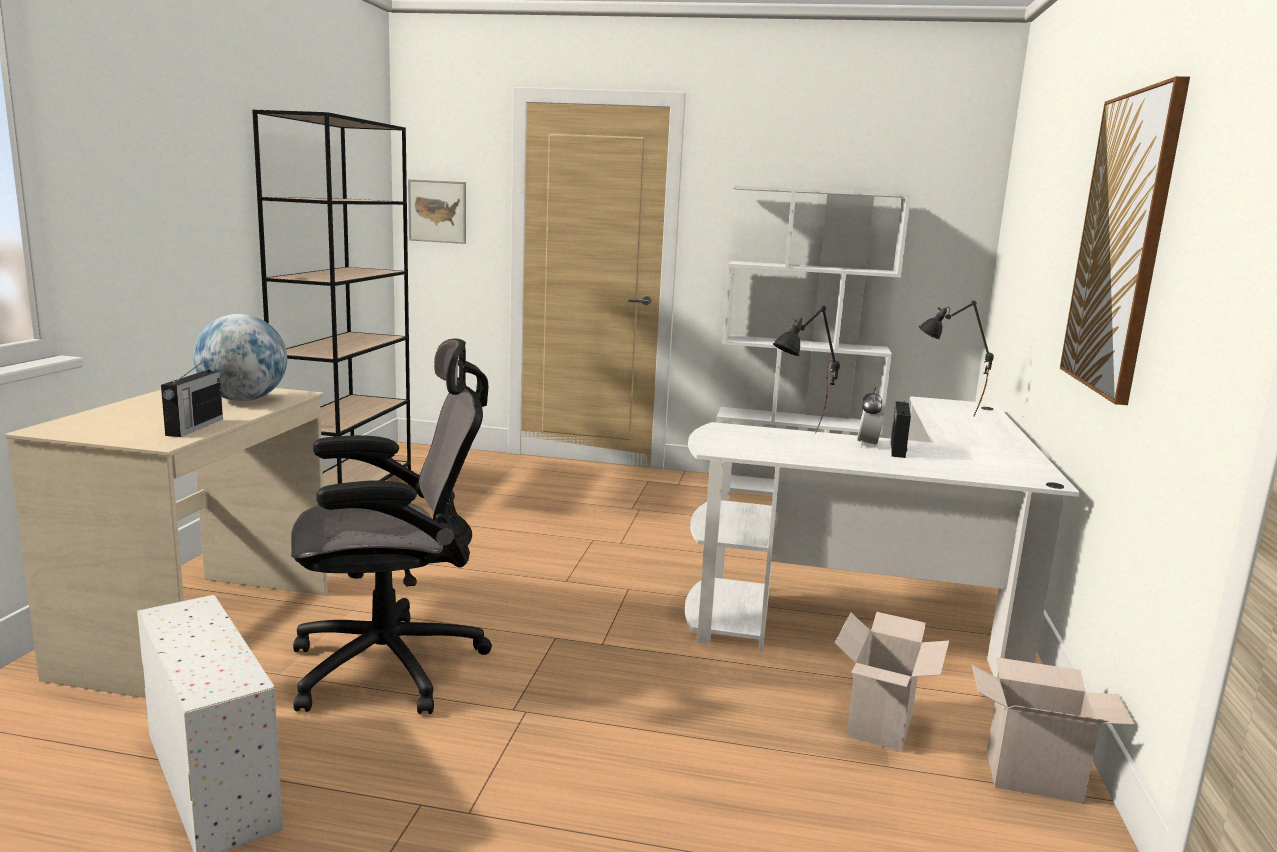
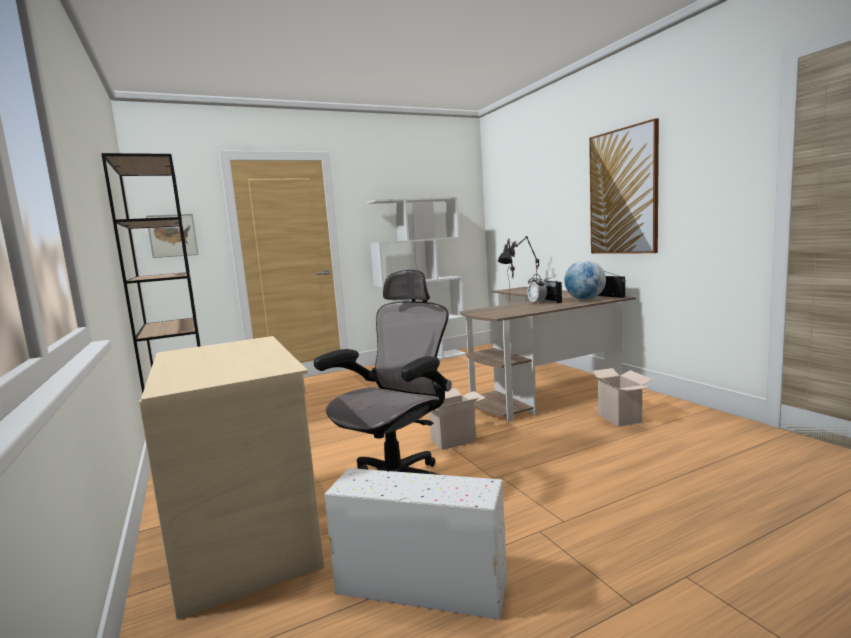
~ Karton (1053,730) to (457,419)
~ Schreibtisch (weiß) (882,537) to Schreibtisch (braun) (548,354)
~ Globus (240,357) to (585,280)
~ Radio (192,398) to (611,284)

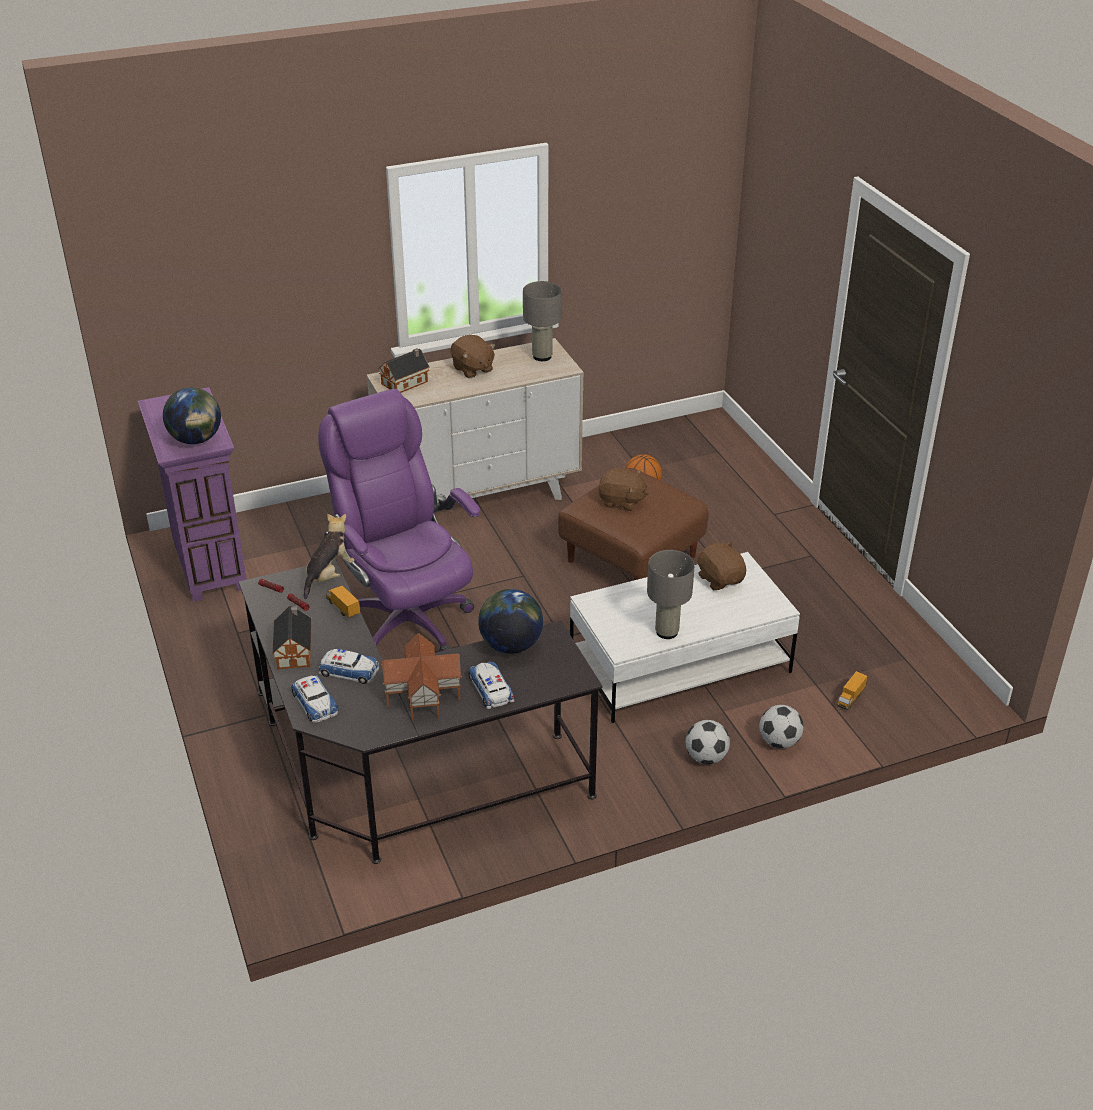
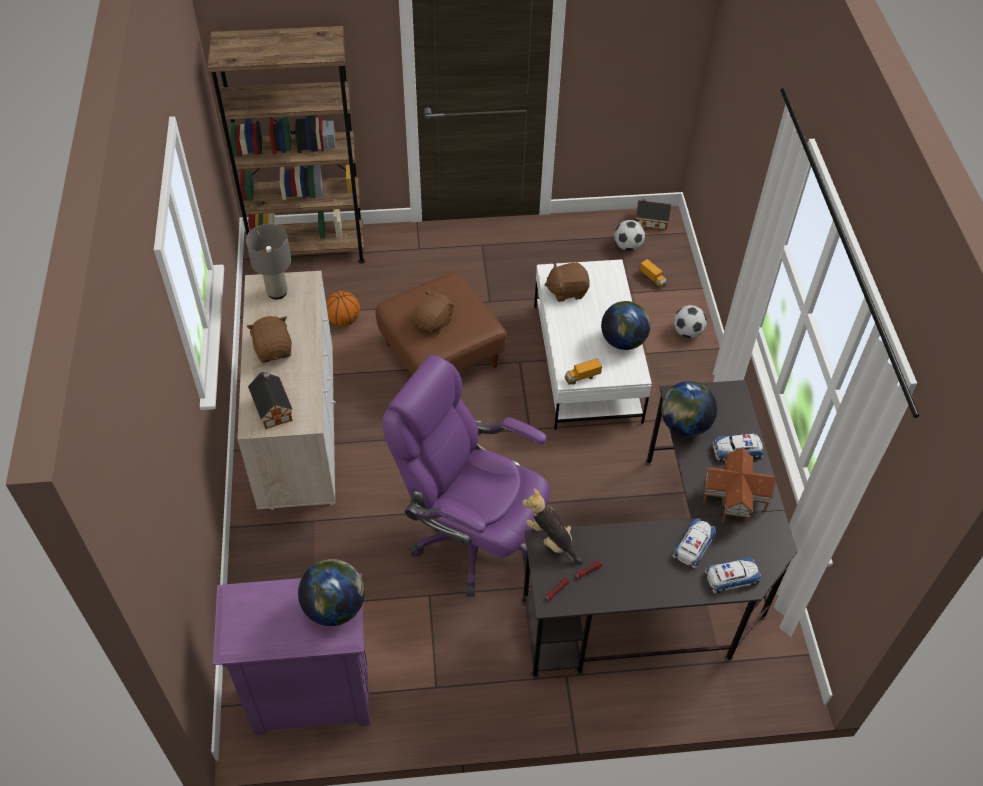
+ Bücherregal (braun) (286,148)
~ Plüschtier (braun) (473,356) = (269,339) 90 degrees counterclockwise
~ Bürostuhl (lila) (399,520) = (466,476) 45 degrees clockwise
~ Spielzeuglaster (343,601) to (583,371)
~ Tischlampe (grau) (670,594) to Globus (626,325)
~ Fußball (708,742) to (629,235)
~ Spielzeughaus (291,638) to (653,213)

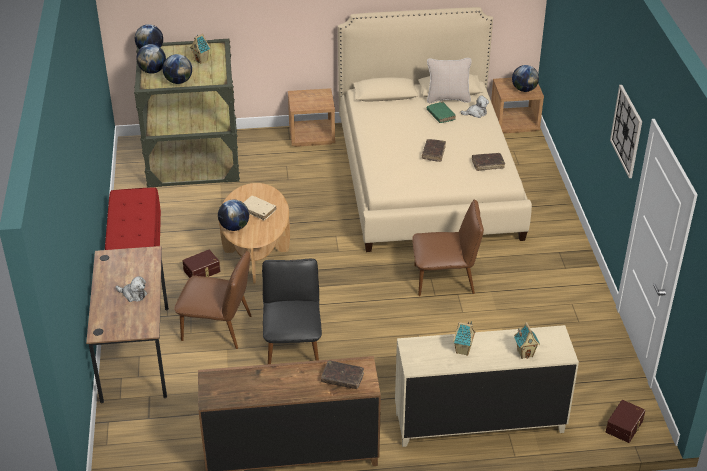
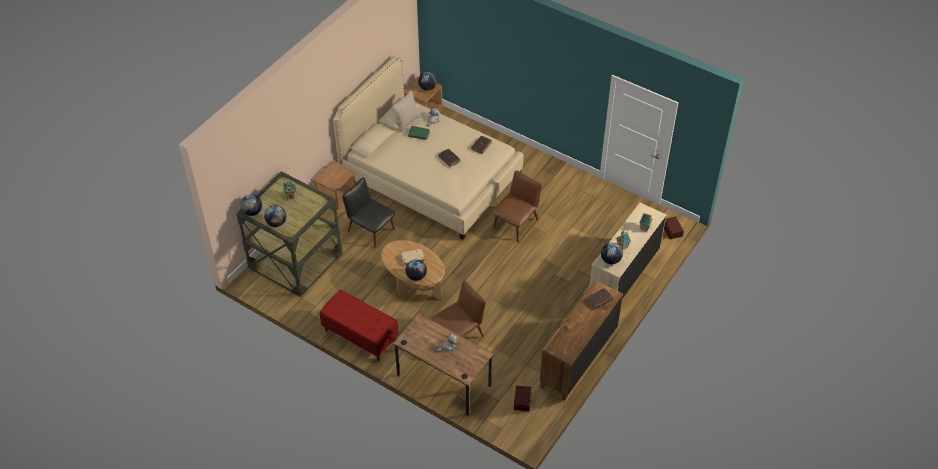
~ Stuhl (schwarz) (292,311) to (368,213)
~ Aufbewahrungsbox (braun) (201,264) to (523,398)
~ Globus (177,69) to (612,253)
- Wanduhr (626,131)

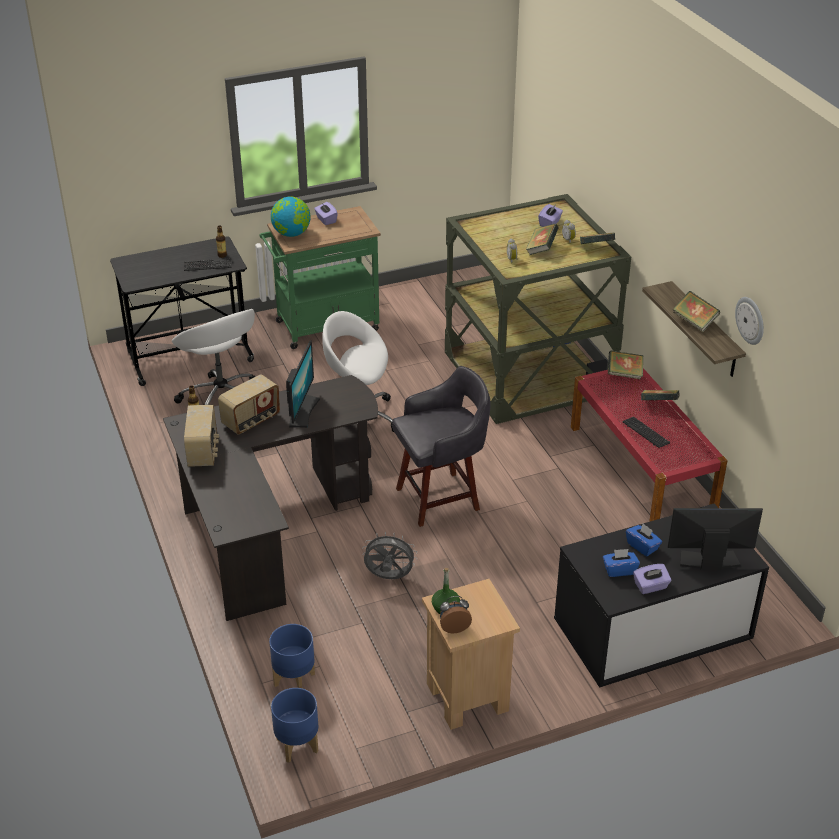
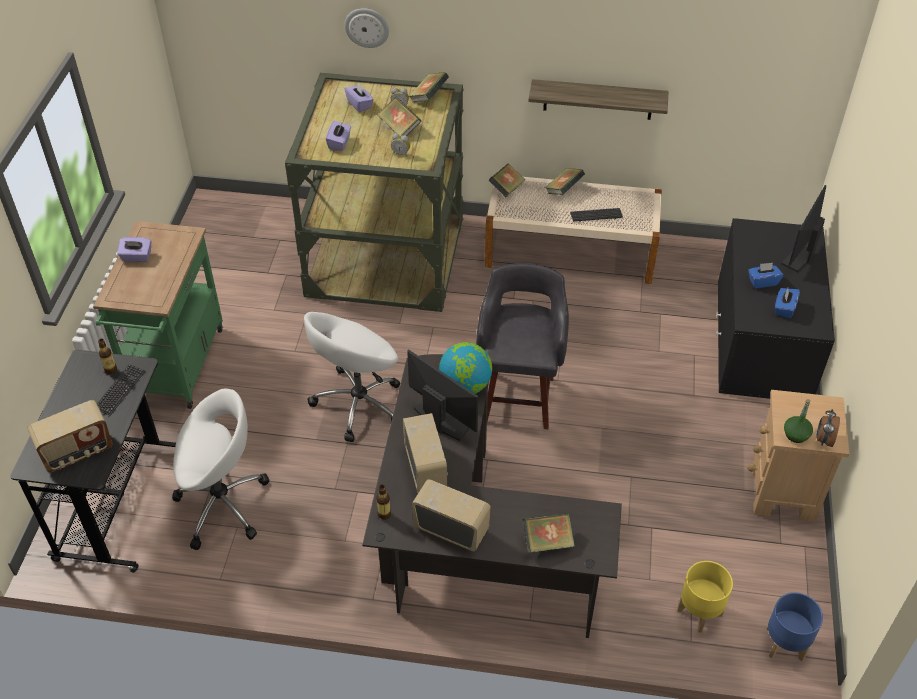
+ Radio (70,436)
~ Taschentuchbox (lila) (652,579) to (338,136)
~ Wanduhr (749,321) to (367,28)
~ Globus (291,217) to (465,368)
~ Bank (rot) (649,445) to Bank (beige) (573,230)
~ Buch (696,311) to (548,533)
~ Pflanzkübel (blau) (292,656) to Pflanzkübel (gelb) (705,597)
- Ventilator (grau) (389,555)

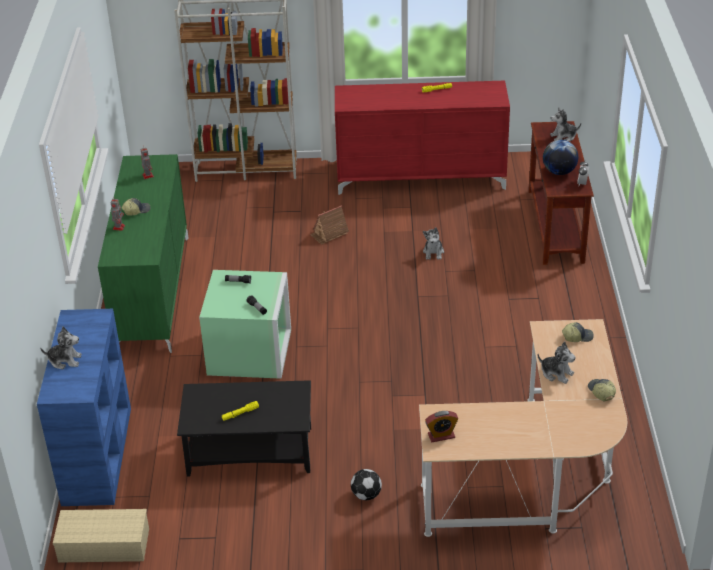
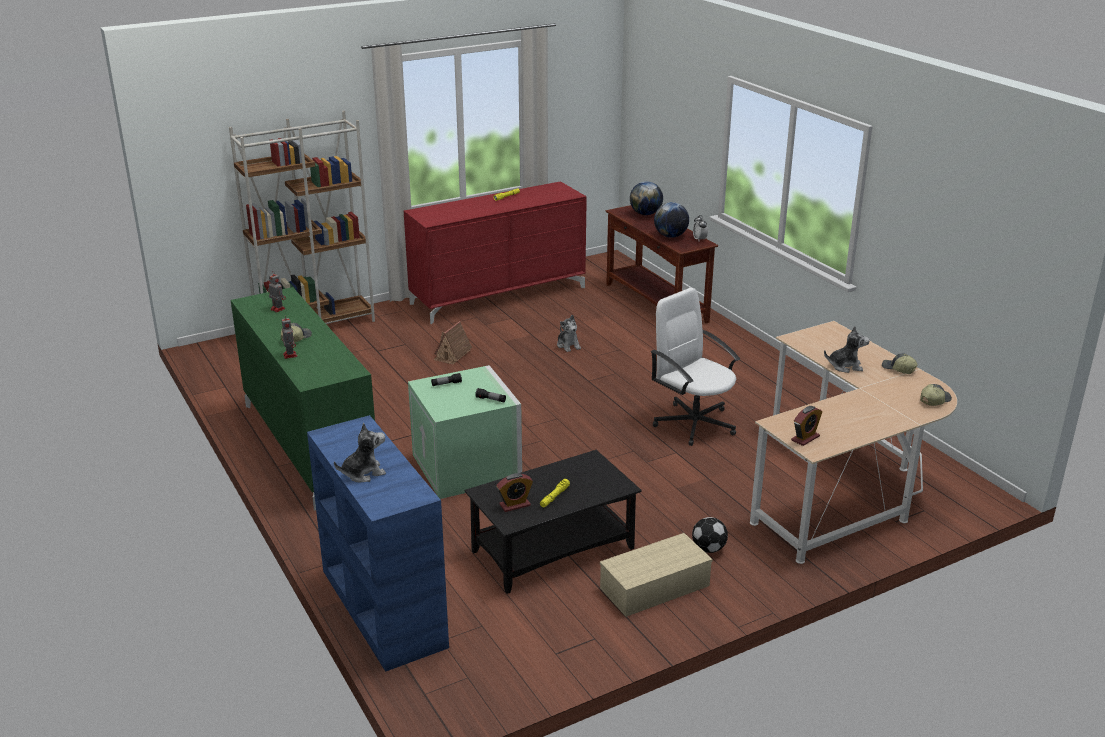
+ Wecker (514,492)
~ Aufbewahrungsbox (beige) (101,536) to (656,575)
~ Plüschtier (565,124) to Globus (646,198)
+ Bürostuhl (weiß) (695,367)
~ Kappe (578,332) to (936,395)

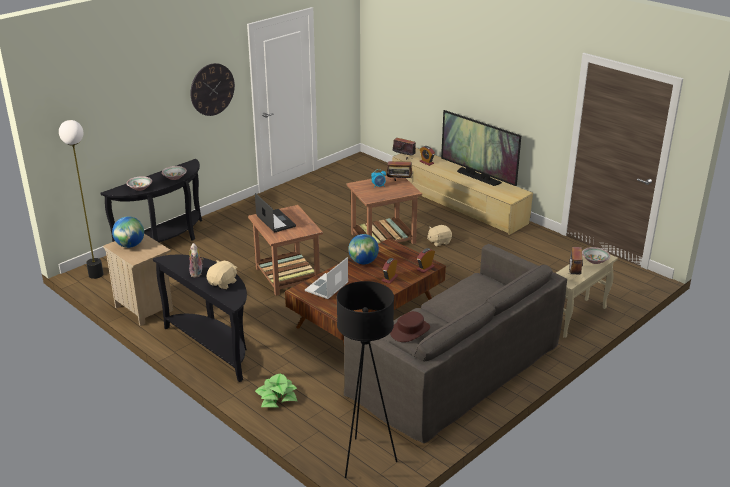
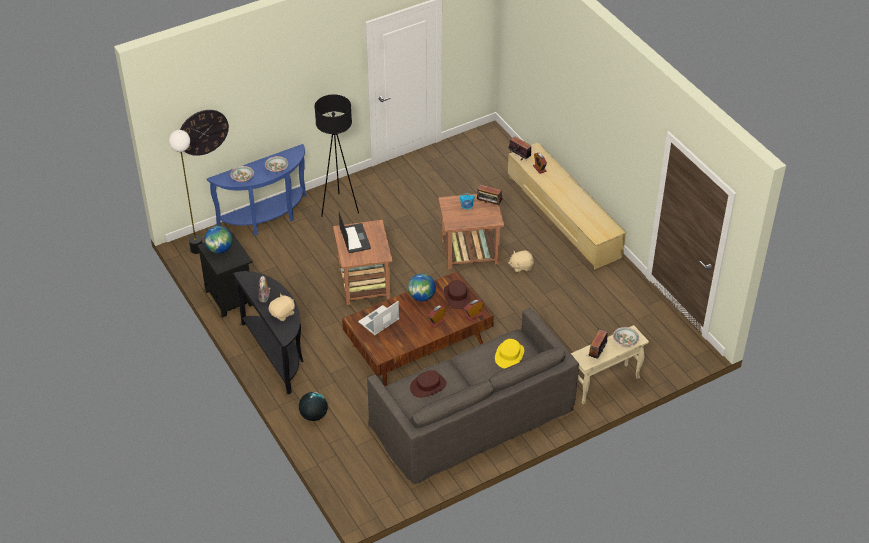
~ Wanduhr (213,89) to (204,133)
~ Nachttisch (beige) (138,280) to Nachttisch (schwarz) (225,275)
~ Konsolentisch (schwarz) (151,200) to Konsolentisch (blau) (257,189)
~ Topfpflanze (276,391) to Globus (313,406)
~ Stehlampe (schwarz) (367,379) to (336,155)
+ Hut (braun) (457,294)
+ Hut (gelb) (509,354)
- Fernseher (481,148)

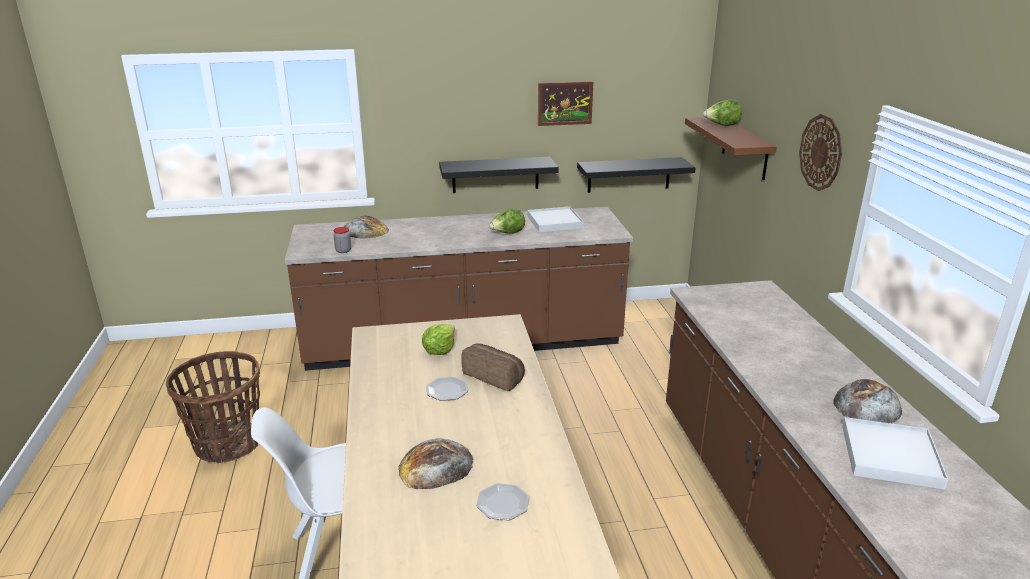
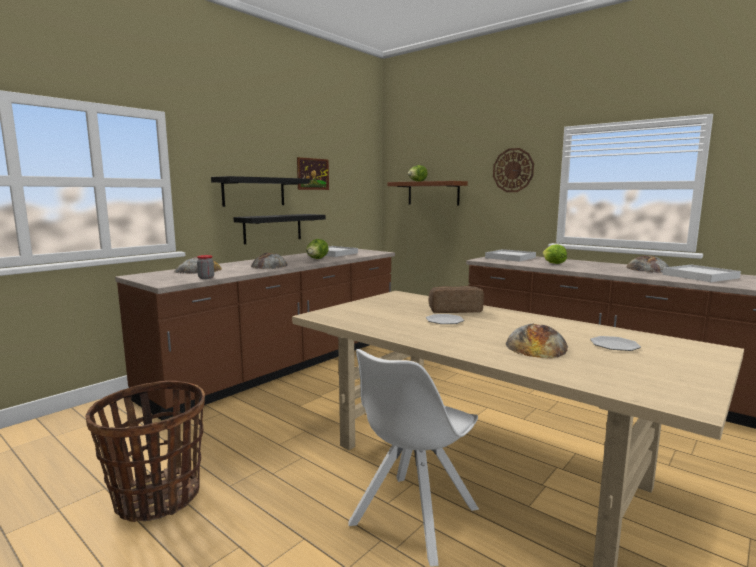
~ Wandregal (schwarz) (636,175) to (260,191)
+ Brot (269,261)
+ Tablett (weiß) (510,255)
~ Salatkopf (438,339) to (555,254)

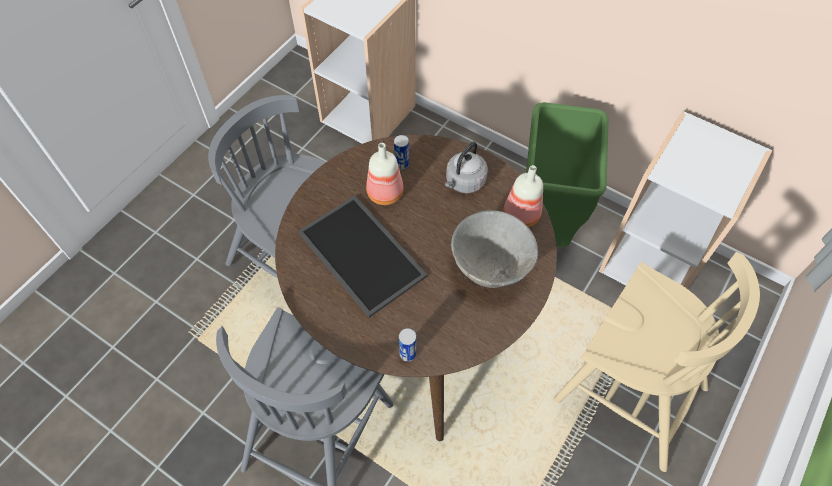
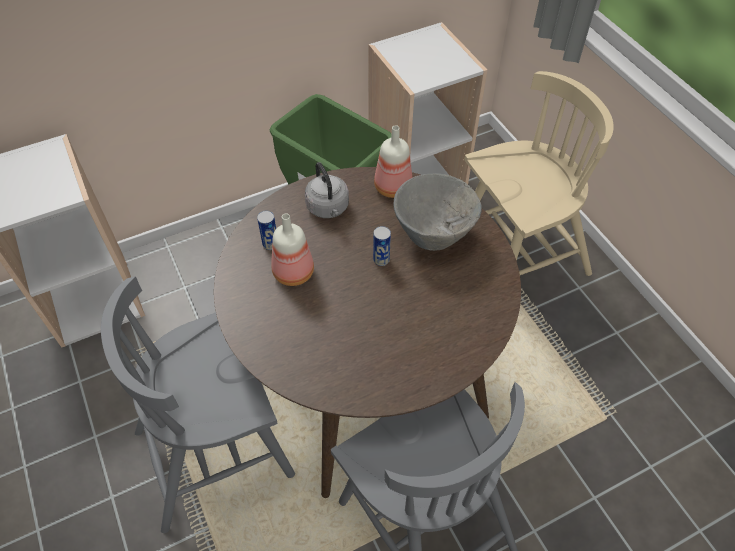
~ Dose (407,345) to (382,246)
- Tablett (362,256)

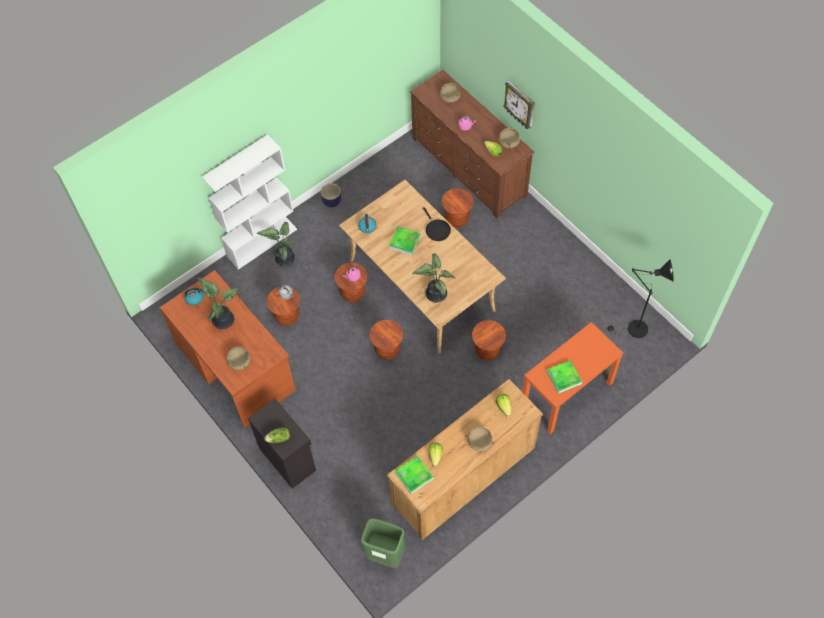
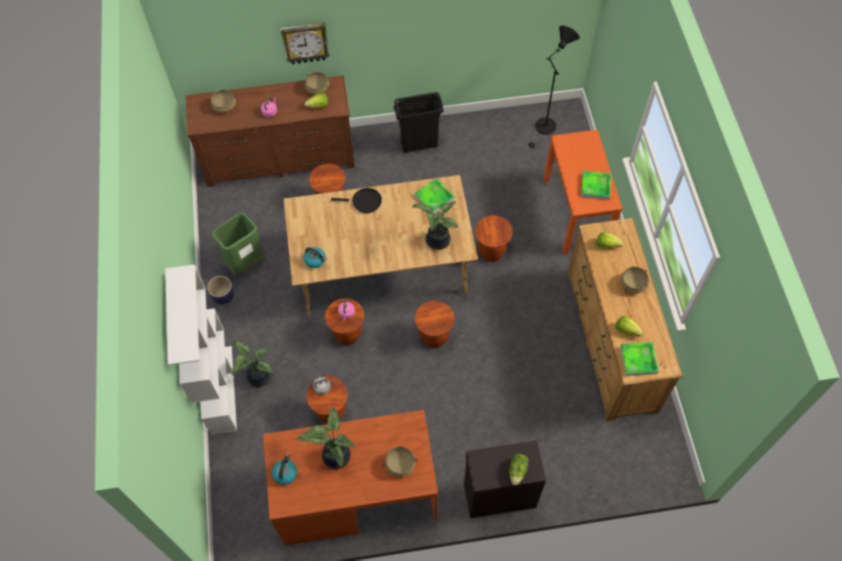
~ Mülleimer (grün) (383,543) to (238,244)
+ Mülleimer (schwarz) (419,122)
~ Tablett (405,241) to (435,195)

